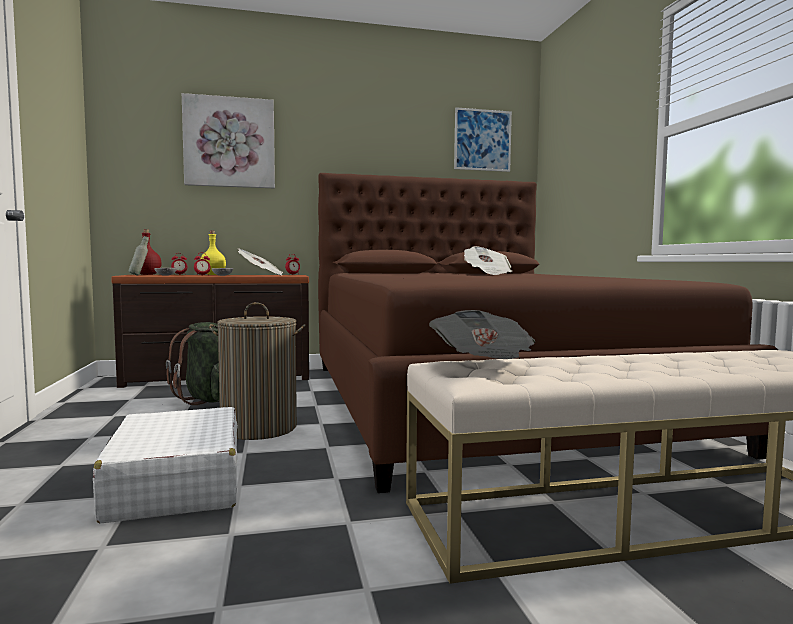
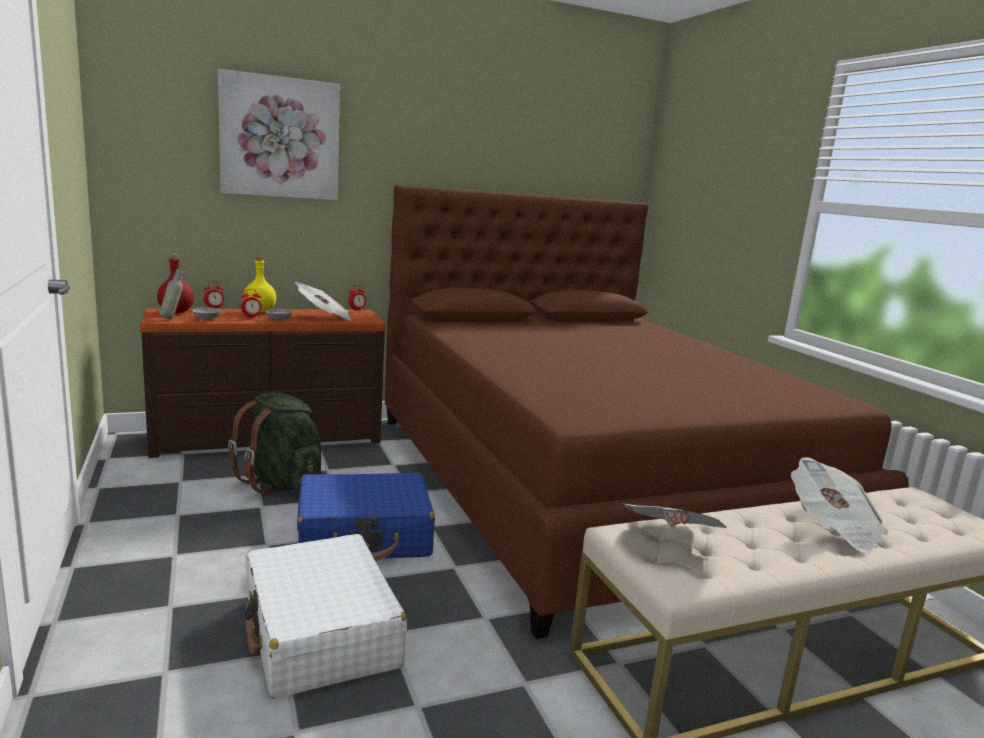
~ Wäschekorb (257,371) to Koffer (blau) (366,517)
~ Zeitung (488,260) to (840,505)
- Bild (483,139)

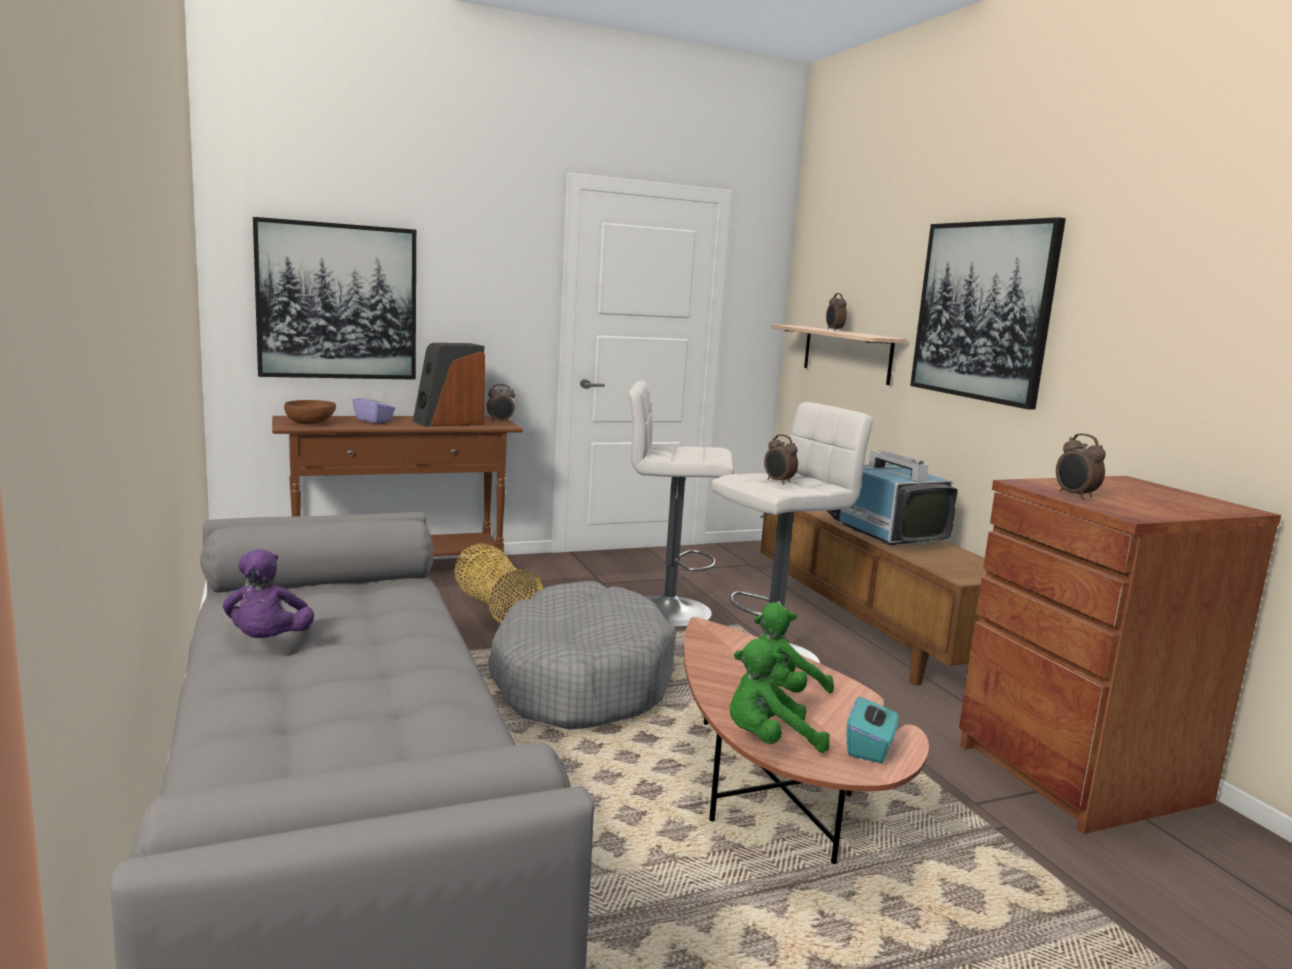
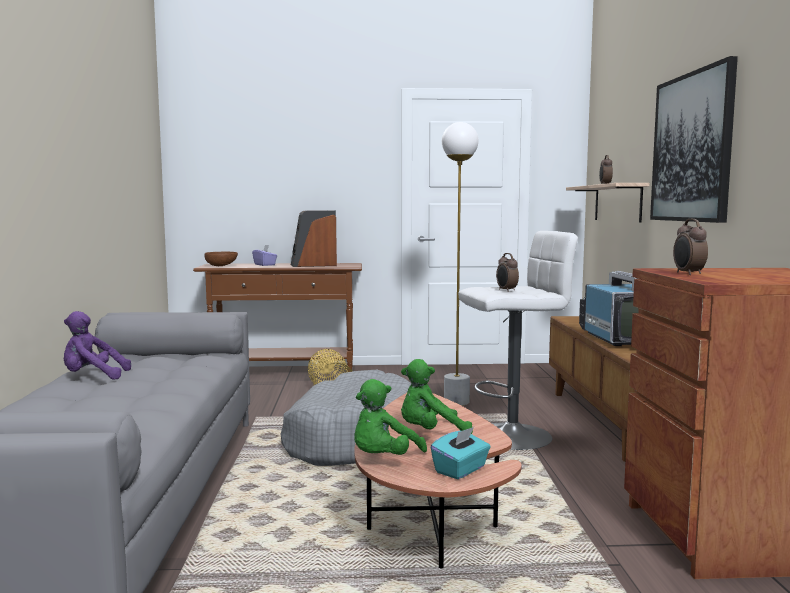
~ Plüschtier (lila) (268,593) = (97,345) 75 degrees clockwise
~ Plüschtier (grün) (779,696) = (390,417) 60 degrees counterclockwise
~ Hocker (weiß) (681,504) to Stehlampe (weiß) (460,264)
- Bild (334,298)
- Wecker (501,403)

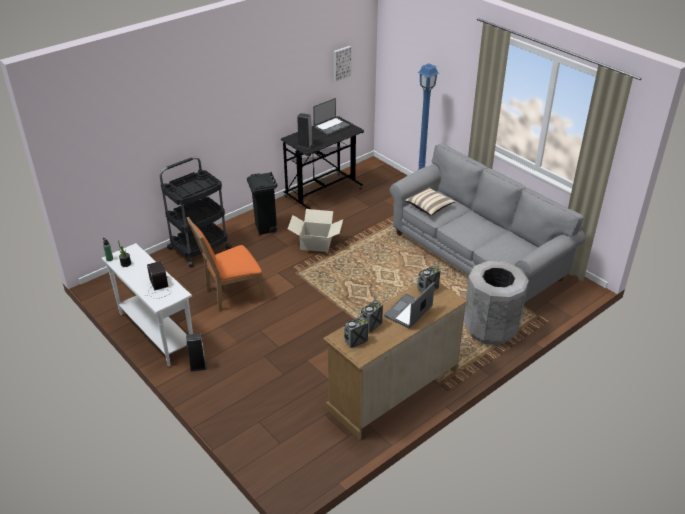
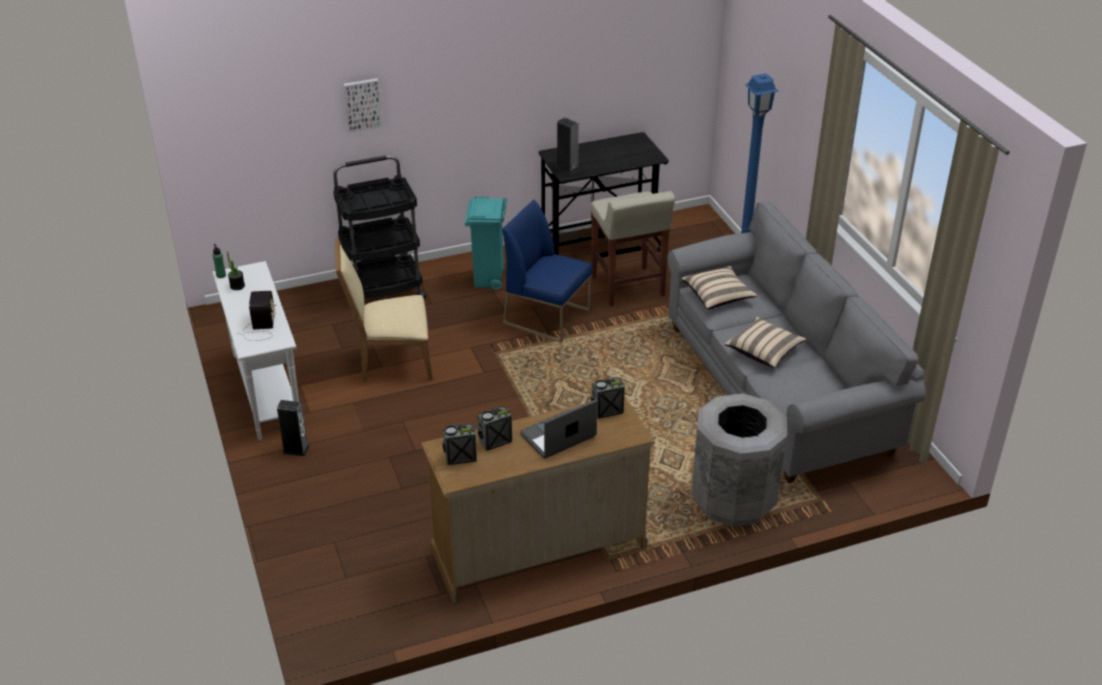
~ Stuhl (orange) (225,264) to Stuhl (beige) (384,310)
~ Bild (343,63) to (362,105)
~ Mülleimer (schwarz) (262,203) to Mülleimer (türkis) (486,243)
~ Karton (315,230) to Stuhl (blau) (547,271)
+ Hocker (beige) (633,248)
+ Kissen (beige) (766,342)
- Laptop (331,116)

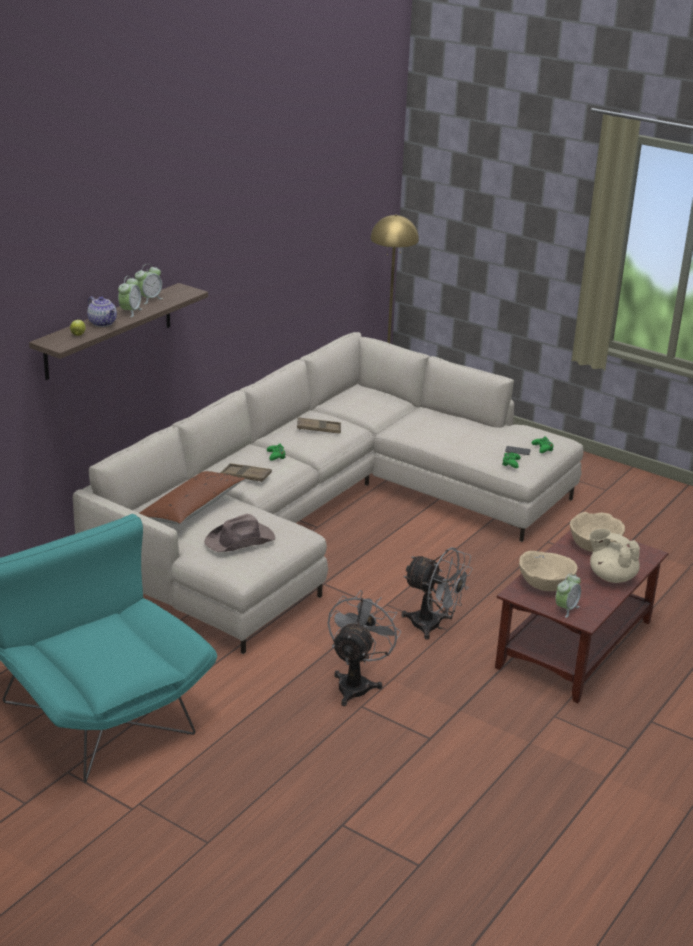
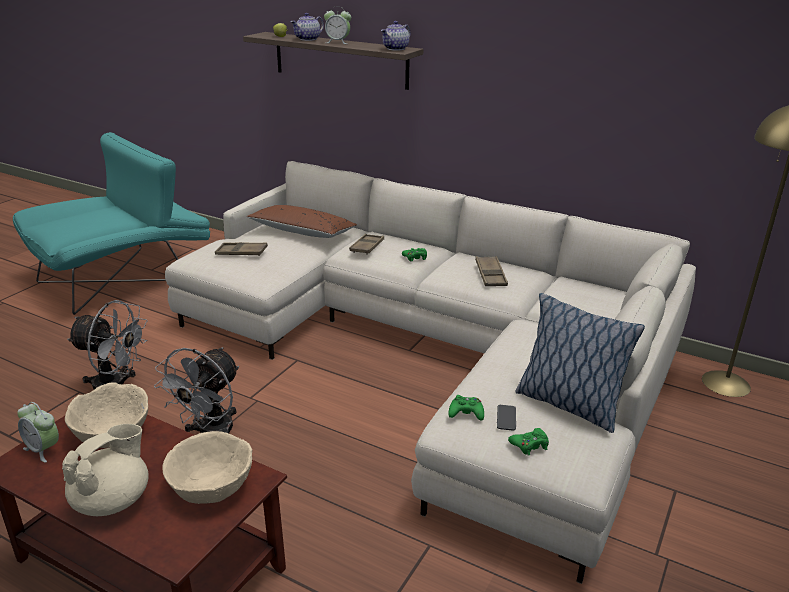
~ Hut (braun) (239,533) to Tablett (braun) (241,249)
+ Teekanne (395,36)
+ Kissen (580,363)
- Wecker (149,284)

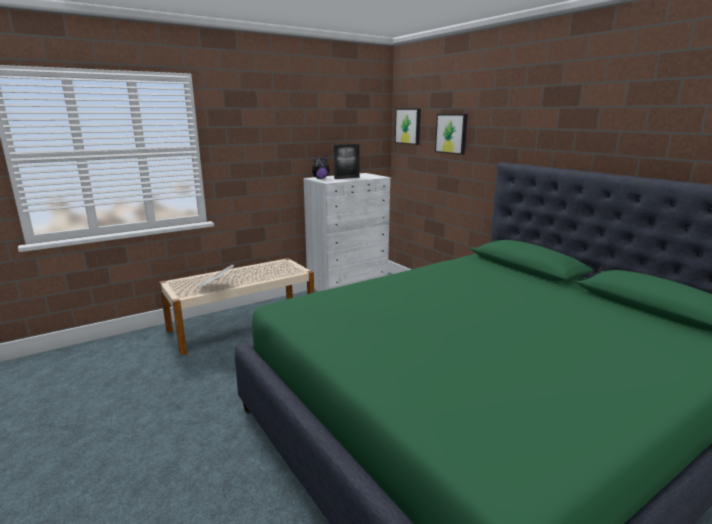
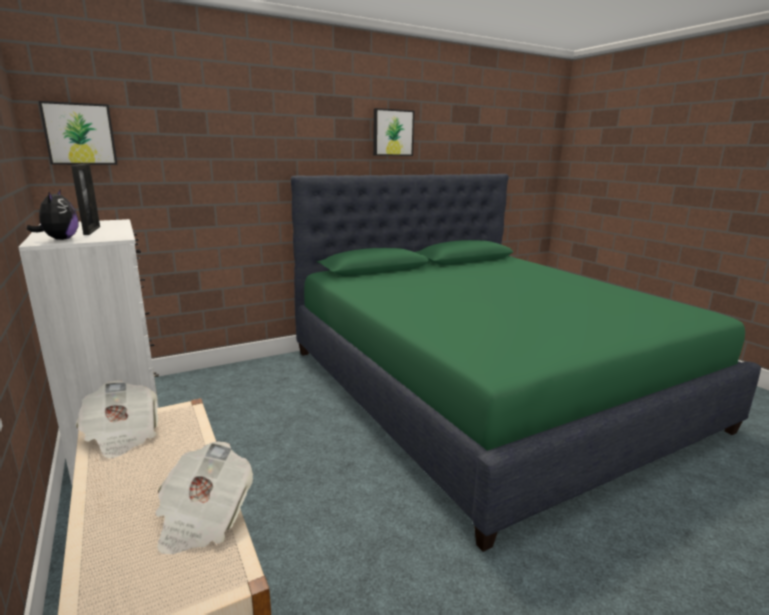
+ Zeitung (117,419)
~ Bild (451,134) to (393,132)

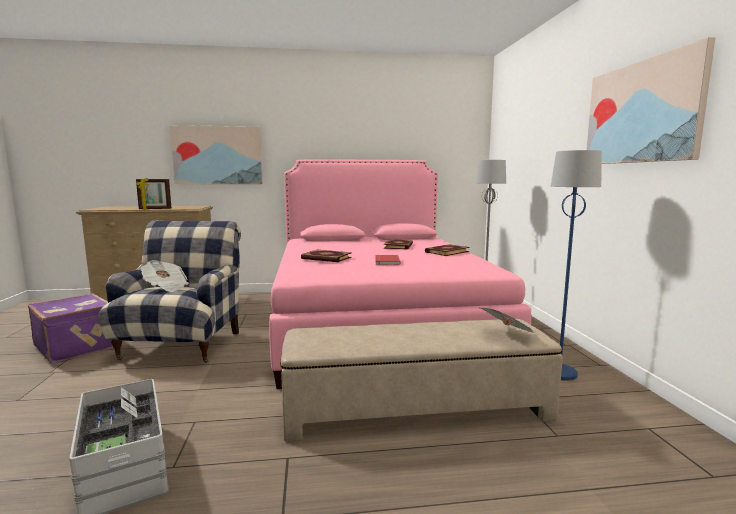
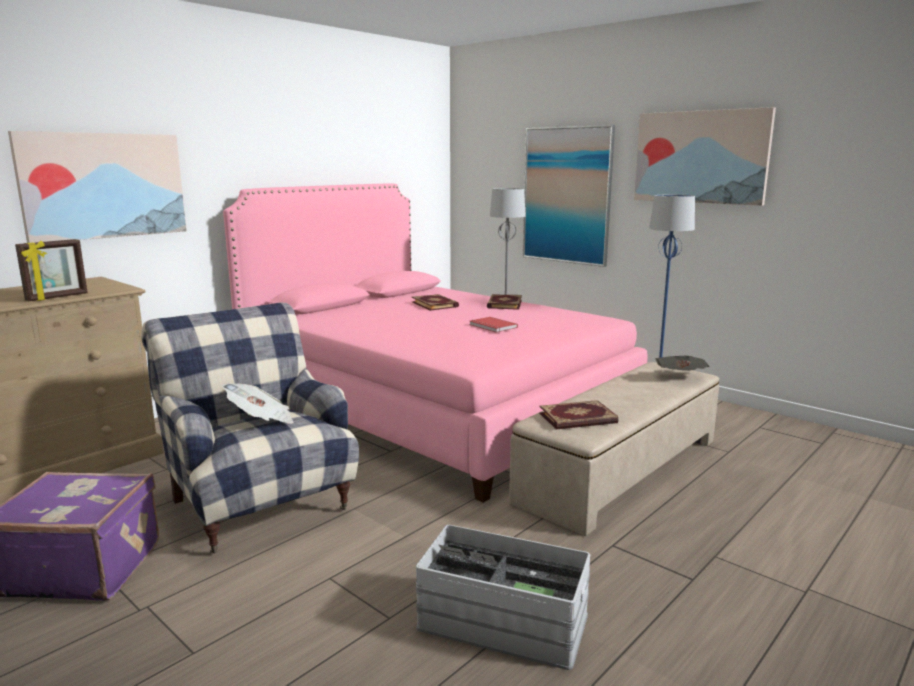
+ Bild (569,196)
~ Buch (326,256) to (578,415)

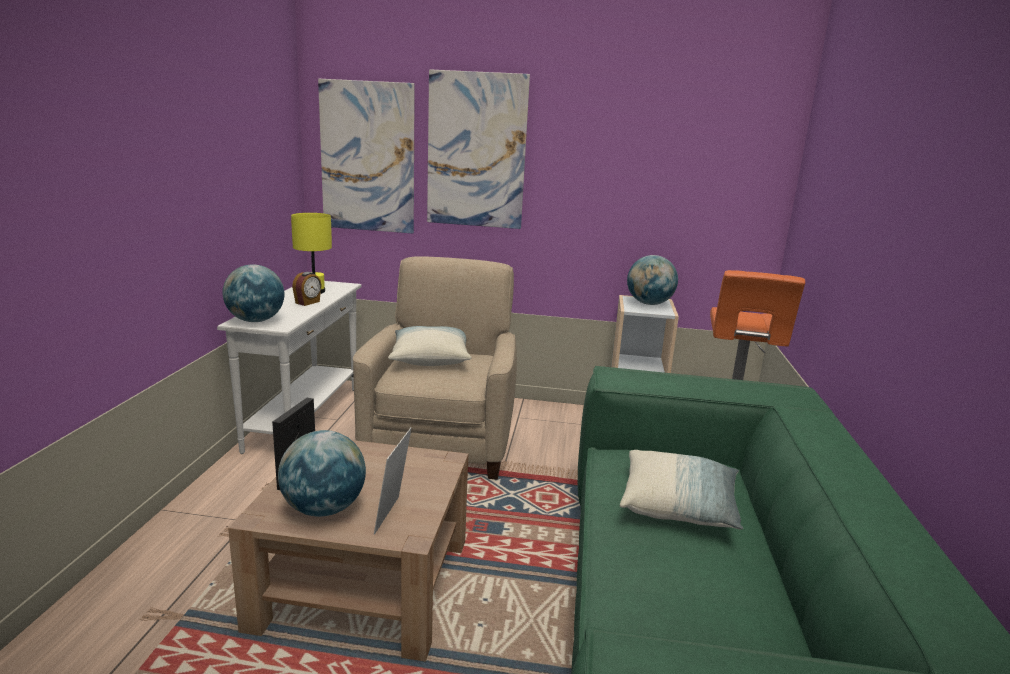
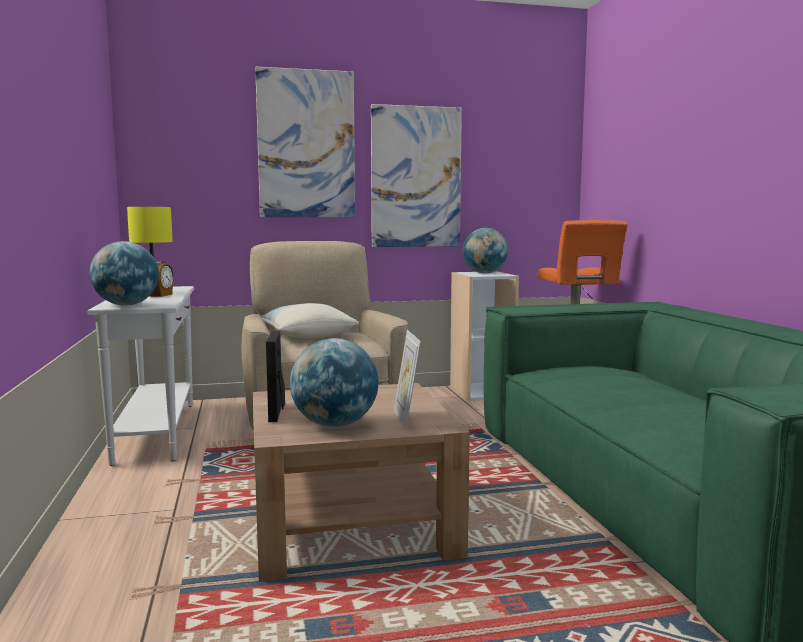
~ Bild (366,156) to (416,175)
- Kissen (681,490)

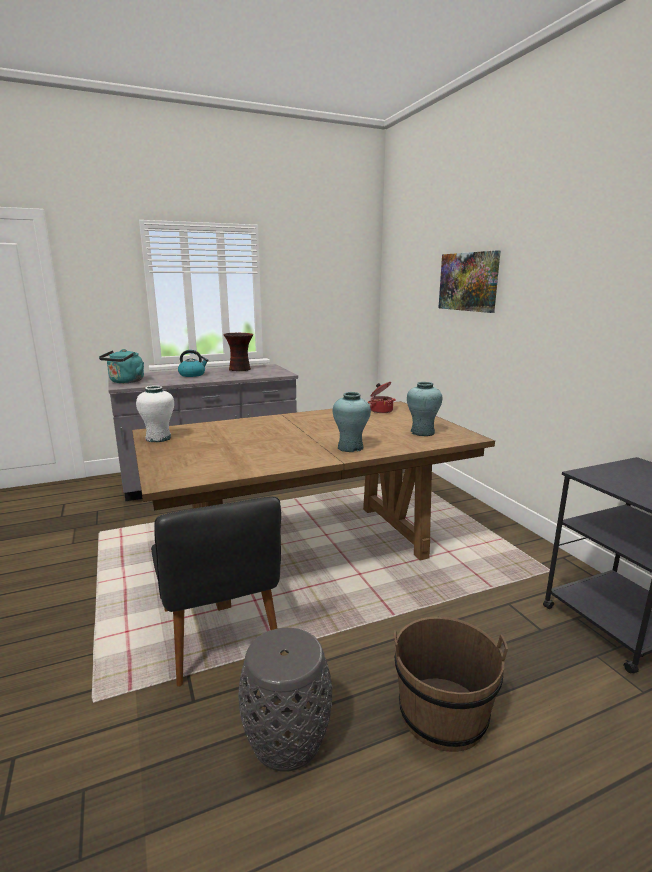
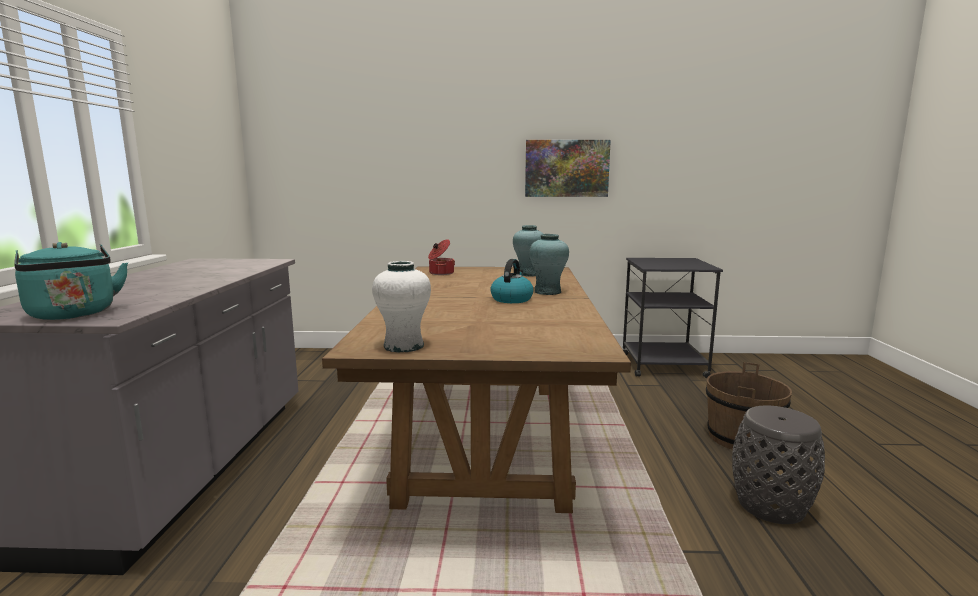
~ Wasserkessel (193,363) to (512,281)
~ Bild (470,281) to (568,168)
- Stuhl (schwarz) (216,591)
- Vase (238,352)

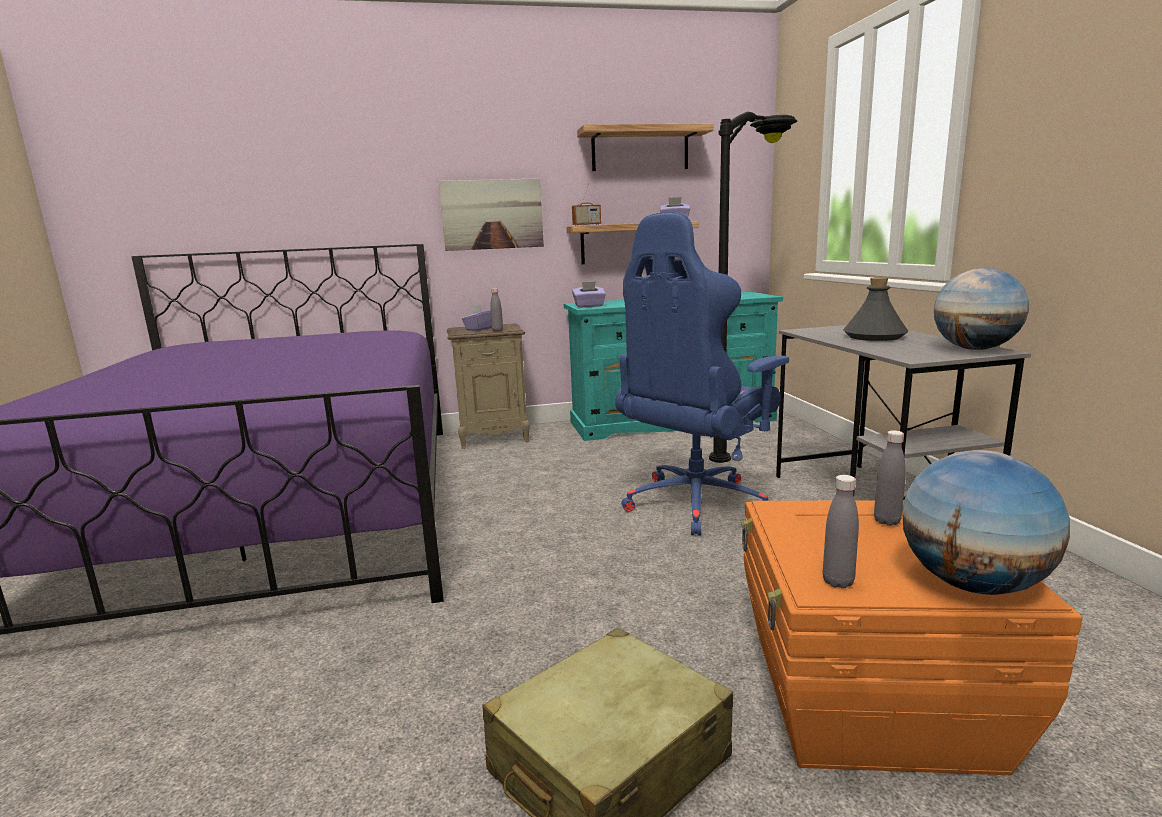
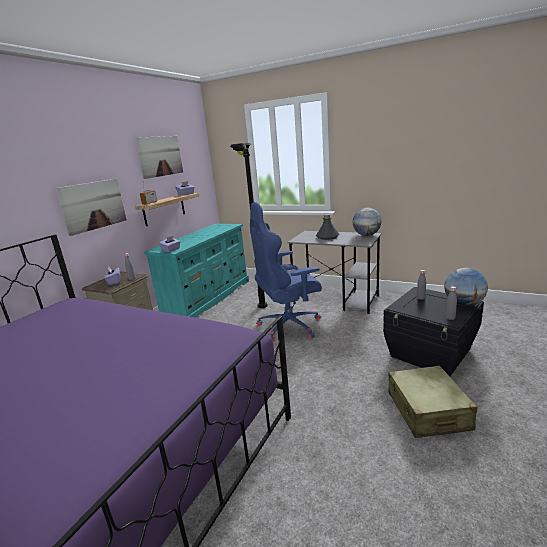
~ Wandregal (645,147) to Bild (159,157)
~ Bürostuhl (blau) (702,374) = (286,272) 75 degrees clockwise
~ Aufbewahrungsbox (orange) (912,637) to Aufbewahrungsbox (schwarz) (433,331)

